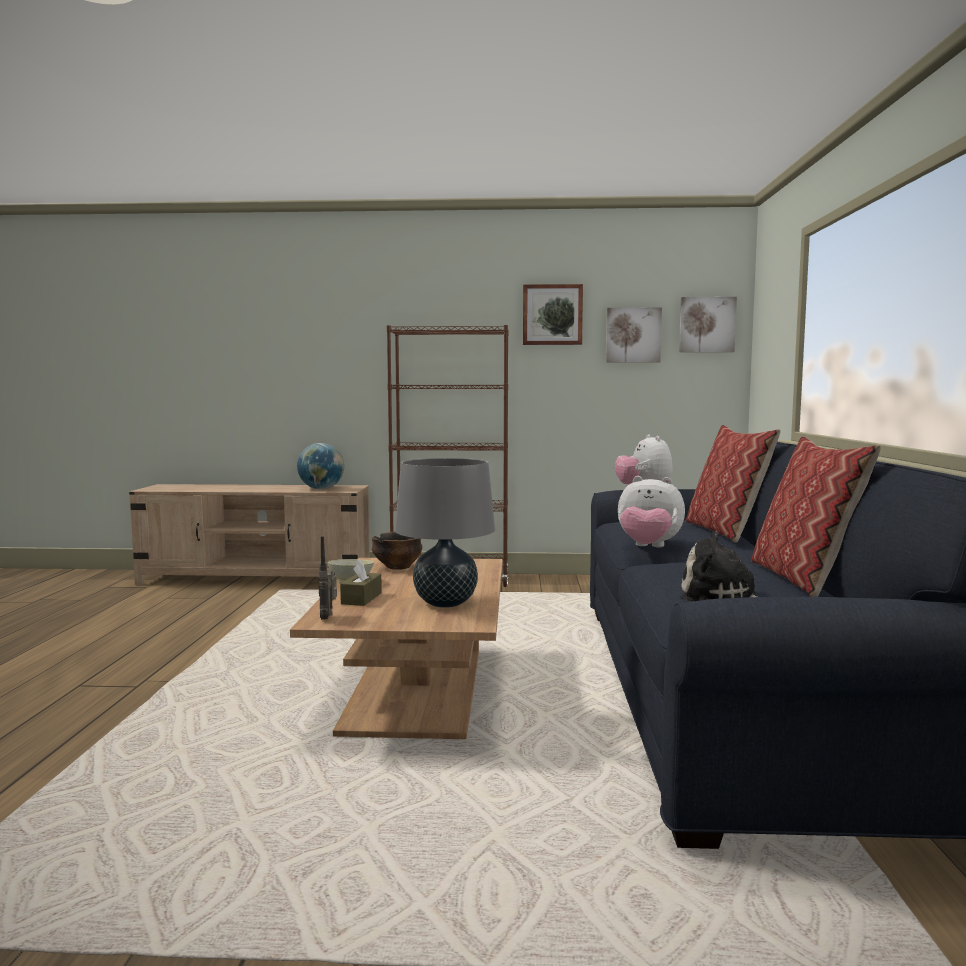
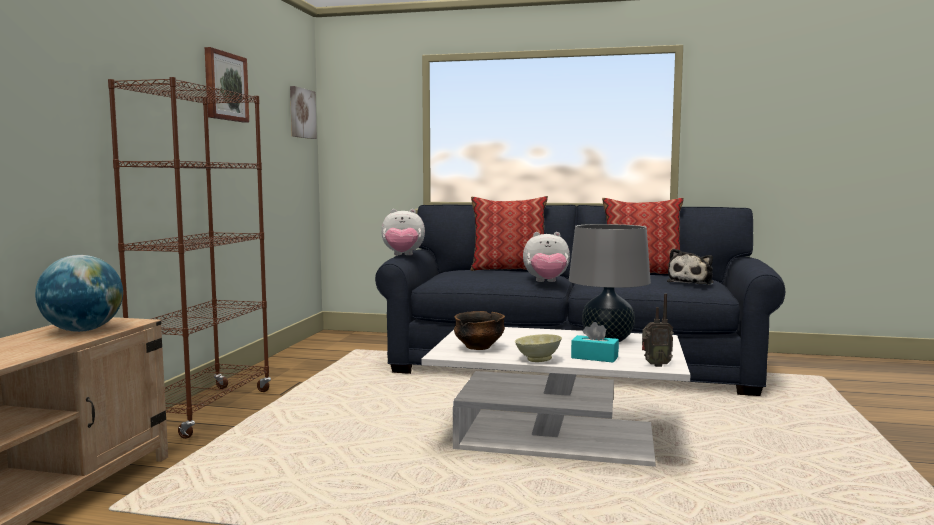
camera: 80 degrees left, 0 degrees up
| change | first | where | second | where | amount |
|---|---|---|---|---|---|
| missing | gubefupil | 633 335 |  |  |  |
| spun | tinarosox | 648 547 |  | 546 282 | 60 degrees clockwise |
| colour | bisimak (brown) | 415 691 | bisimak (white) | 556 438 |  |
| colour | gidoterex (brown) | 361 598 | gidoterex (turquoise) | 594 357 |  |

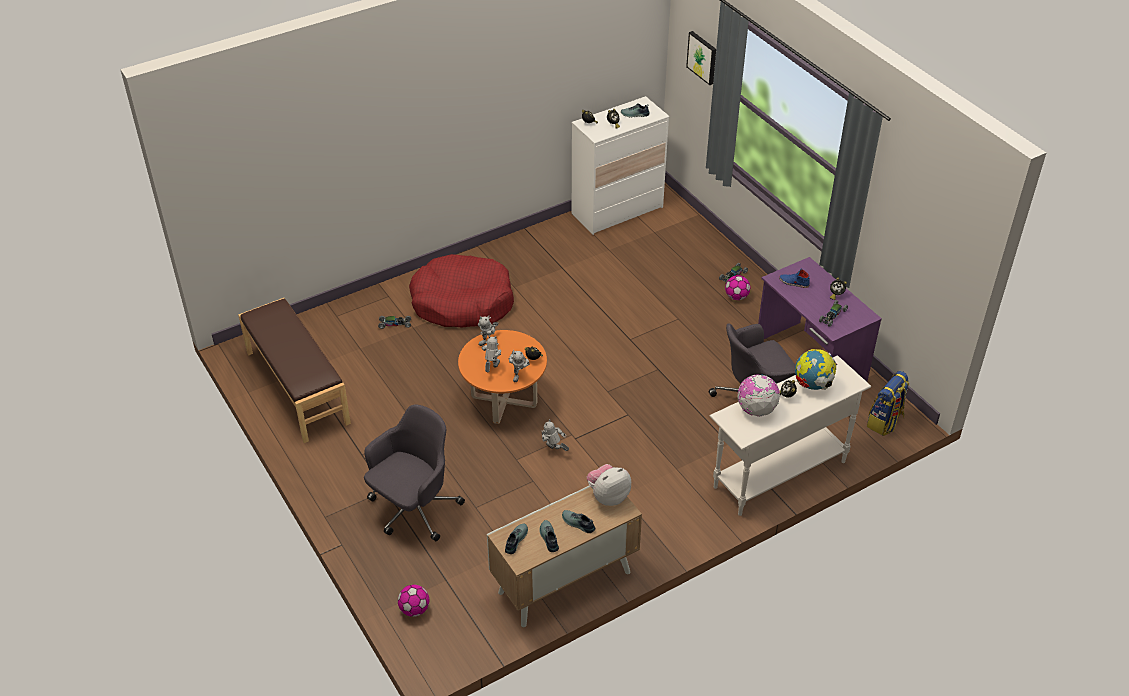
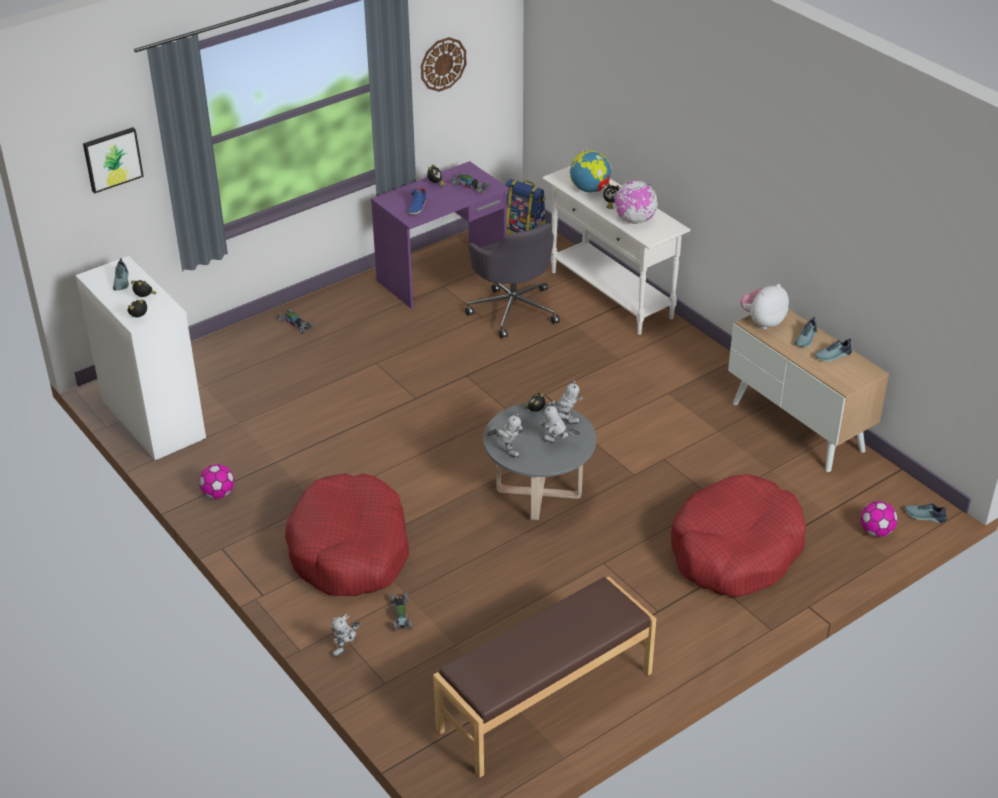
camera: 95 degrees left, 5 degrees down
| change | first | where | second | where | amount |
|---|---|---|---|---|---|
| relocated | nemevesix | 736 297 |  | 218 494 |  |
| colour | bisimak (orange) | 504 401 | bisimak (grey) | 539 493 |  |
| exchanged | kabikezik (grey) | 414 510 | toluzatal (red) | 735 551 |  |
| relocated | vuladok | 554 450 |  | 347 649 |  |
| spun | tinarosox | 608 496 |  | 762 322 | 90 degrees clockwise |
| relocated | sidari | 515 540 |  | 924 516 |  |
| appeared |  |  | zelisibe | 443 64 |  |

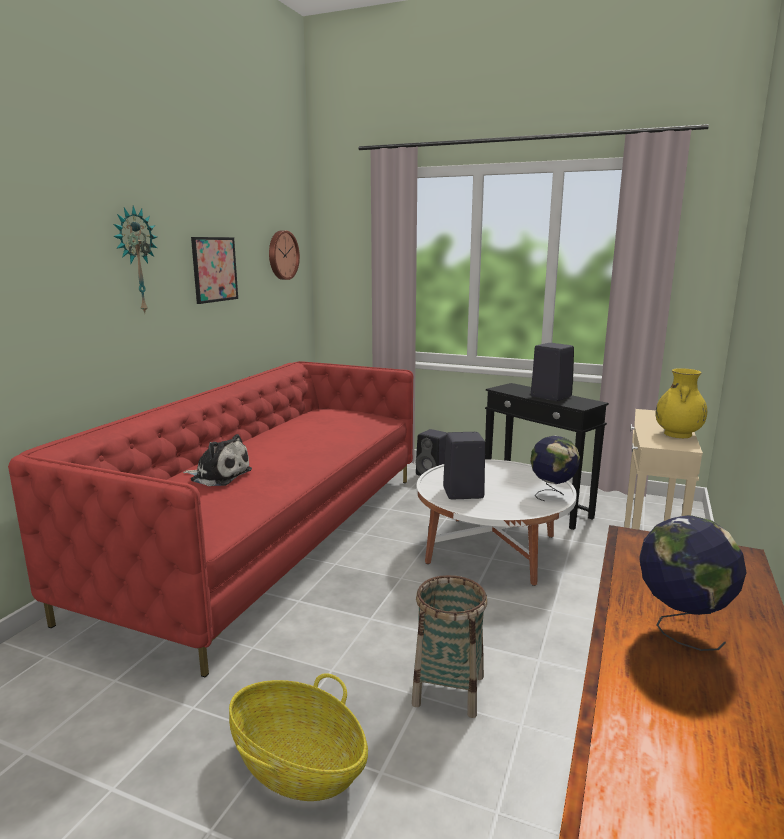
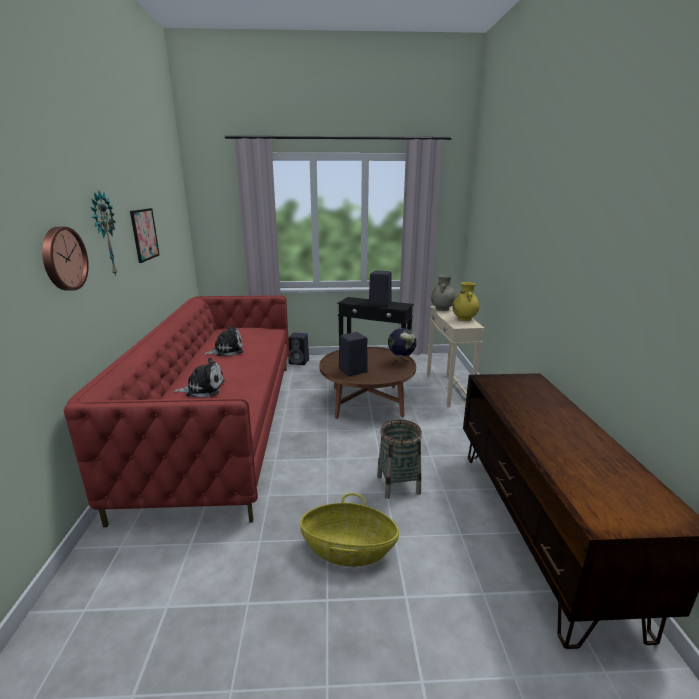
camera: 25 degrees left, 5 degrees up
| change | first | where | second | where | amount |
|---|---|---|---|---|---|
| relocated | zelisibe | 282 255 |  | 62 259 |  |
| colour | bisimak (white) | 491 549 | bisimak (brown) | 367 401 |  |
| missing | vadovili | 680 628 |  |  |  |
| appeared |  |  | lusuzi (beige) | 442 309 |  |
| appeared |  |  | tinarosox | 226 350 |  |

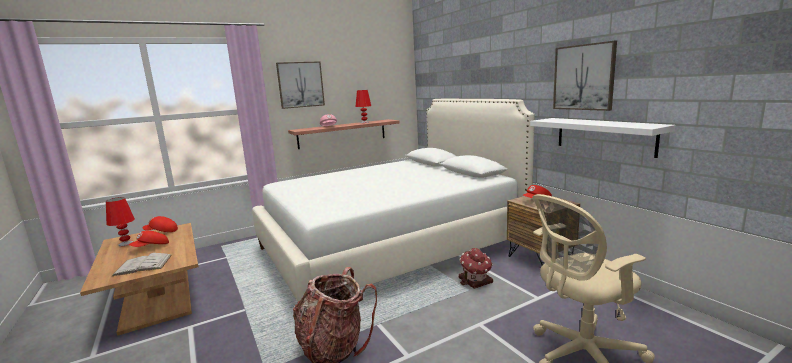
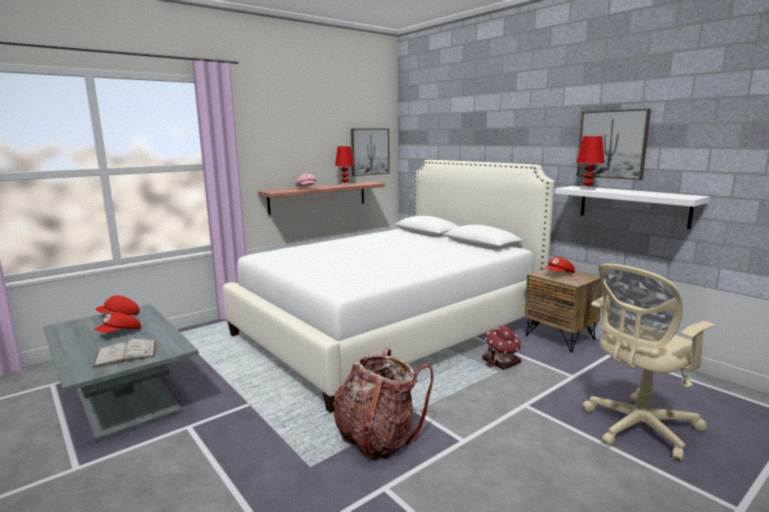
camera: 10 degrees left, 0 degrees up
| change | first | where | second | where | amount |
|---|---|---|---|---|---|
| relocated | gubefupil | 300 84 |  | 369 151 |  |
| relocated | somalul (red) | 126 243 |  | 587 189 |  |
| colour | bisimak (brown) | 157 298 | bisimak (grey) | 125 397 |  |

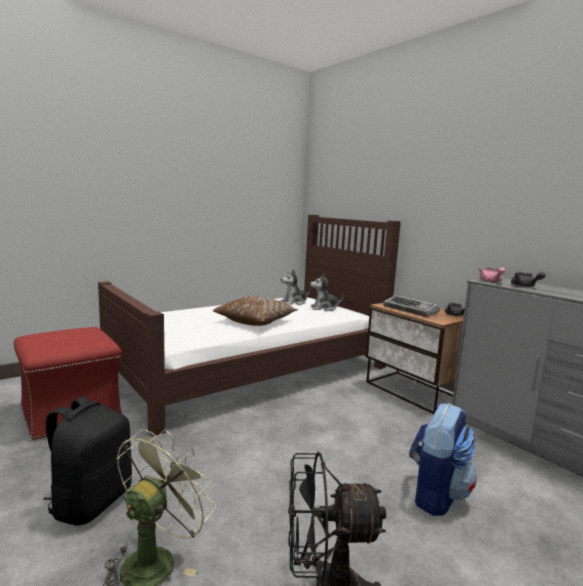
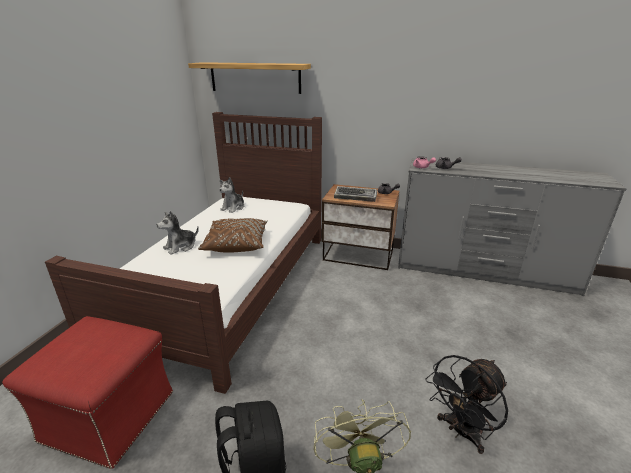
camera: 35 degrees left, 15 degrees up
| change | first | where | second | where | amount |
|---|---|---|---|---|---|
| relocated | tinarosox | 324 308 |  | 180 247 |  |
| missing | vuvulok | 436 494 |  |  |  |
| appeared |  |  | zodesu | 255 77 |  |

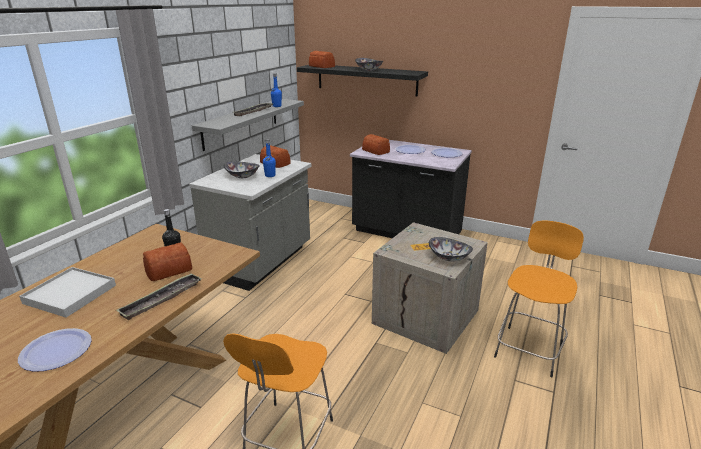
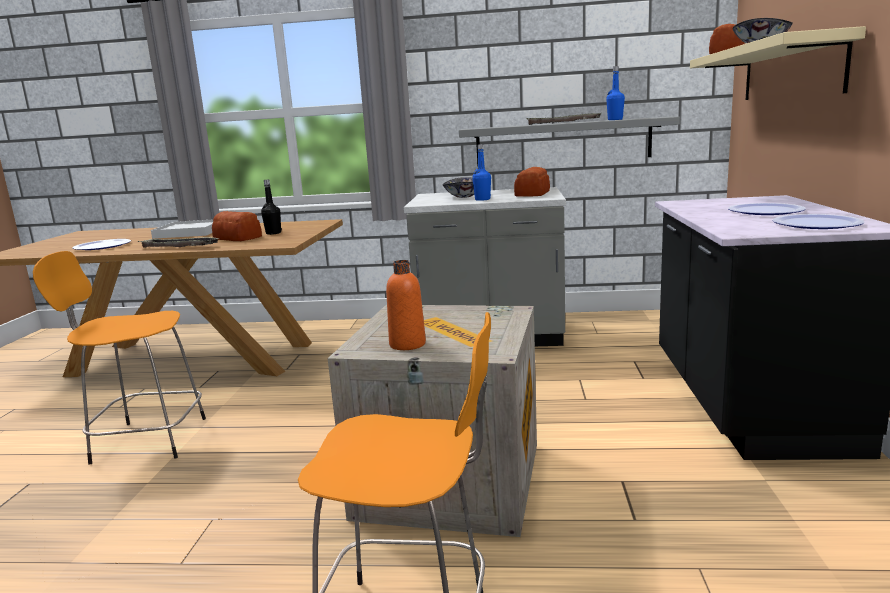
camera: 70 degrees right, 10 degrees down
| change | first | where | second | where | amount |
|---|---|---|---|---|---|
| colour | zodesu (black) | 366 79 | zodesu (beige) | 790 71 |  |
| missing | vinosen | 375 151 |  |  |  |
| exchanged | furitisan | 449 257 | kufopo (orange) | 407 344 |  |

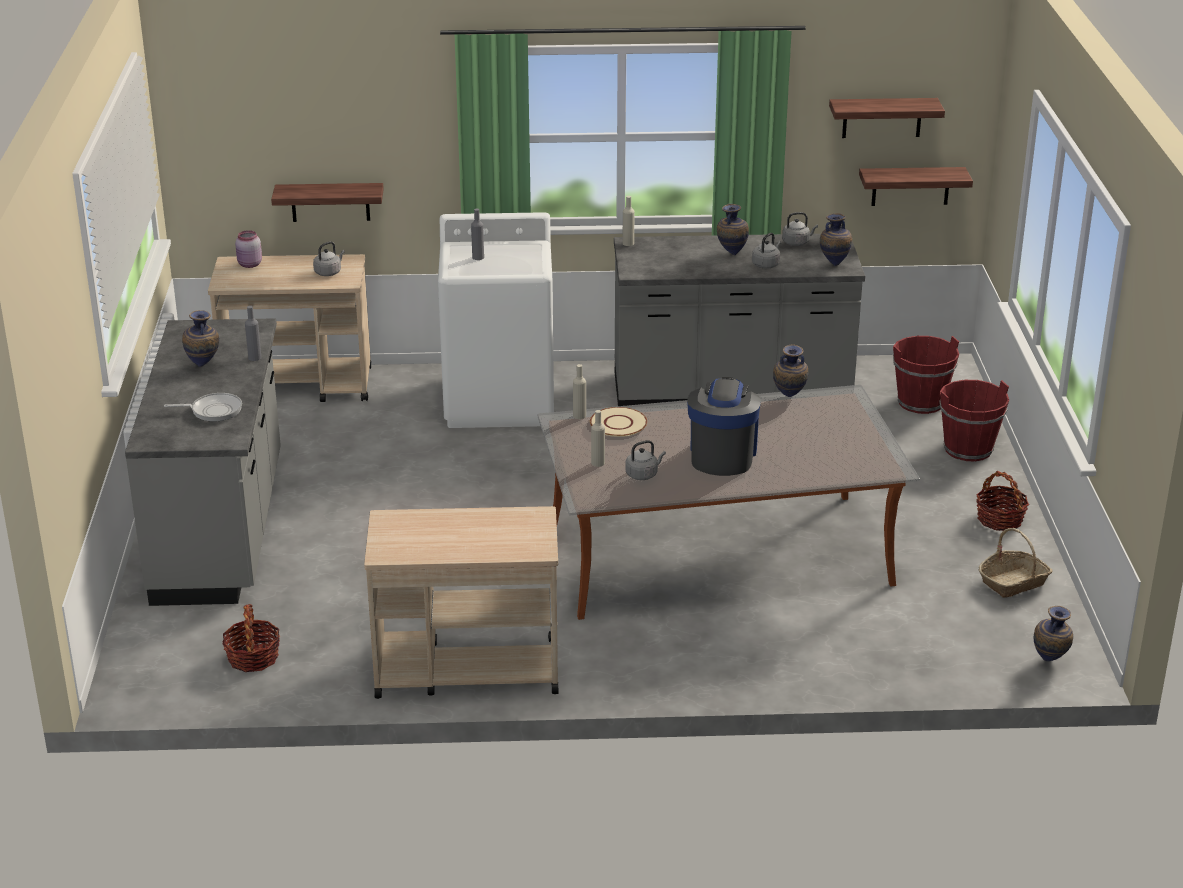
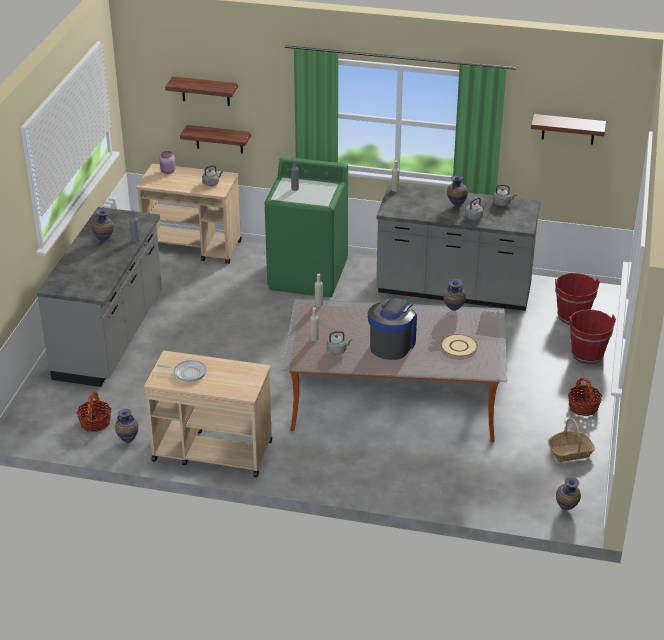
camera: 15 degrees right, 5 degrees up
| change | first | where | second | where | amount |
|---|---|---|---|---|---|
| relocated | zodesu | 910 186 |  | 205 91 |  |
| colour | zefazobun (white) | 500 401 | zefazobun (green) | 308 276 |  |
| relocated | lusuzi | 834 263 |  | 128 441 |  |
| relocated | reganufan | 213 410 |  | 188 373 |  |
| relocated | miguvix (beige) | 618 423 |  | 459 346 |  |

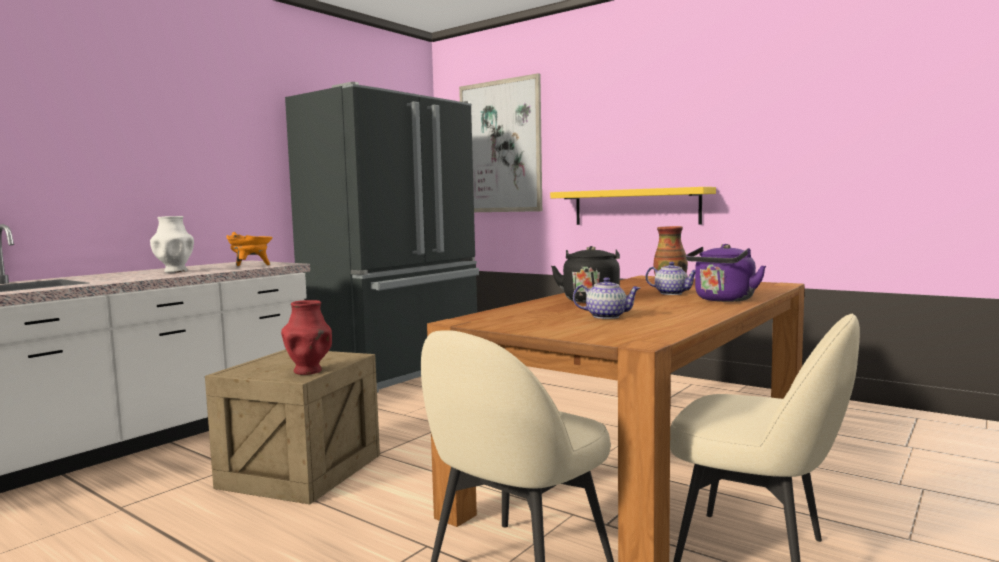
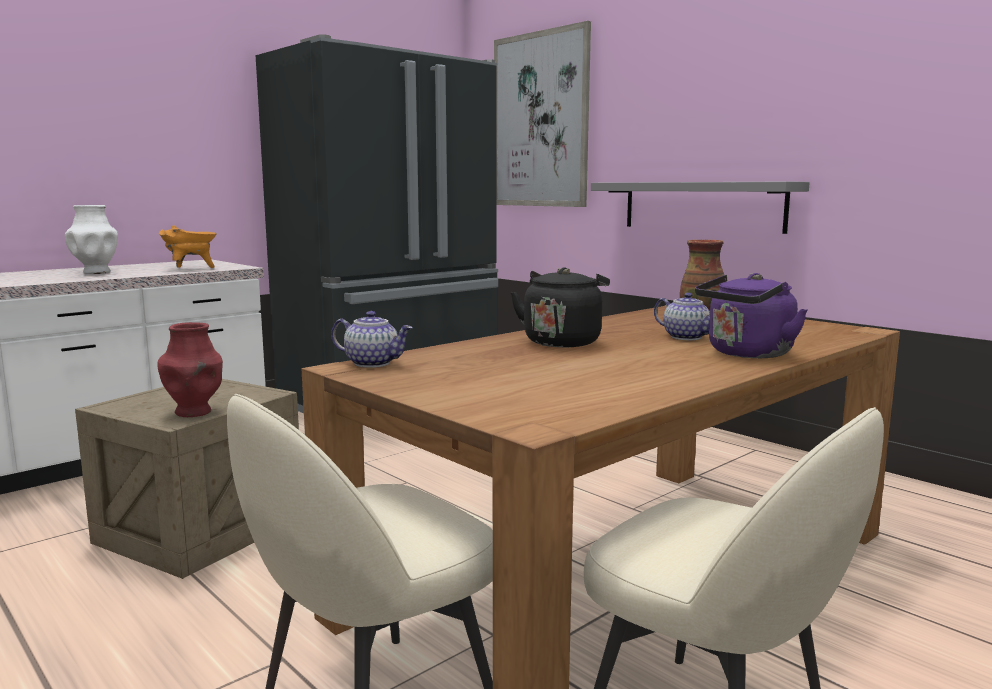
camera: 10 degrees right, 5 degrees up
| change | first | where | second | where | amount |
|---|---|---|---|---|---|
| colour | zodesu (yellow) | 635 207 | zodesu (grey) | 702 206 |  |
| relocated | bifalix | 607 316 |  | 373 363 |  |

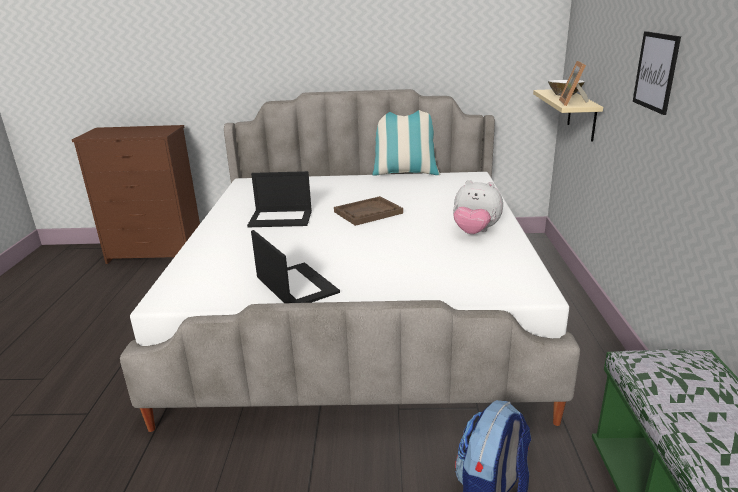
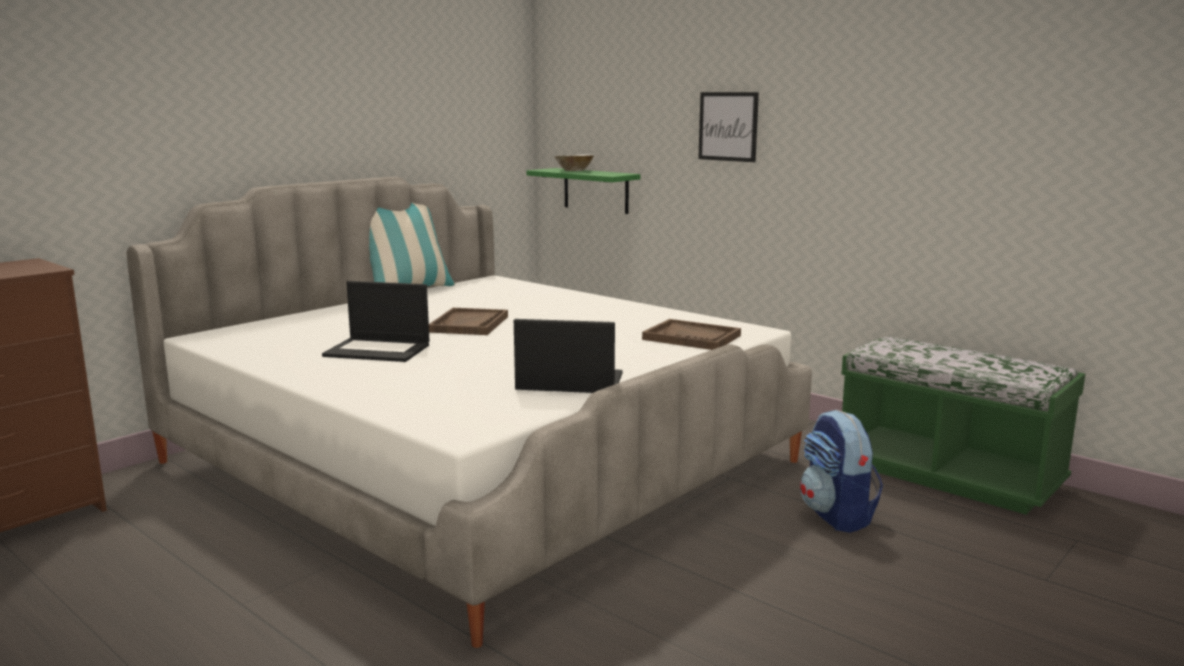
camera: 50 degrees left, 10 degrees down
| change | first | where | second | where | amount |
|---|---|---|---|---|---|
| missing | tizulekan | 573 103 |  |  |  |
| colour | zodesu (beige) | 582 114 | zodesu (green) | 596 190 |  |
| spun | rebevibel | 281 218 |  | 379 350 | 60 degrees clockwise |
| missing | tinarosox | 475 232 |  |  |  |
| appeared |  |  | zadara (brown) | 692 337 |  |

